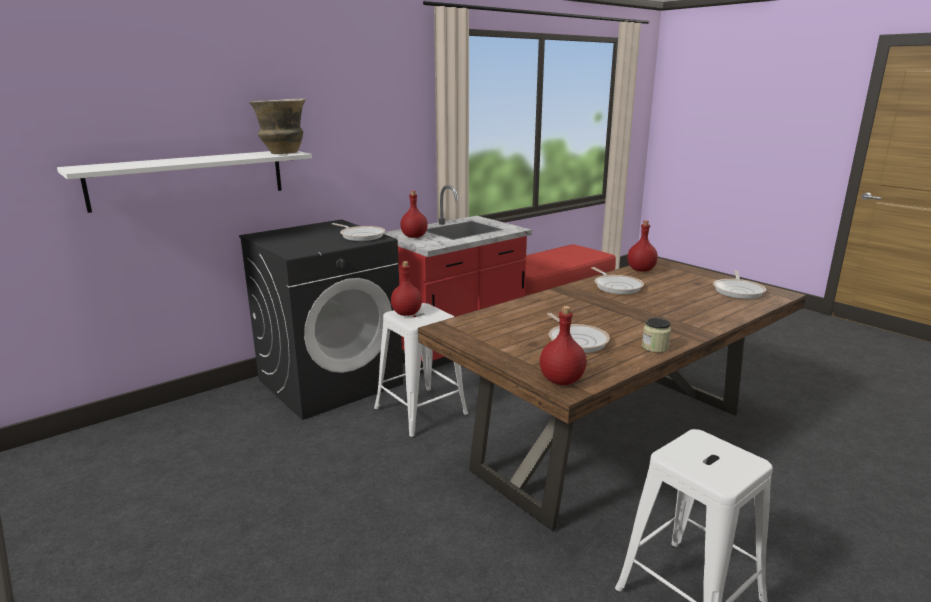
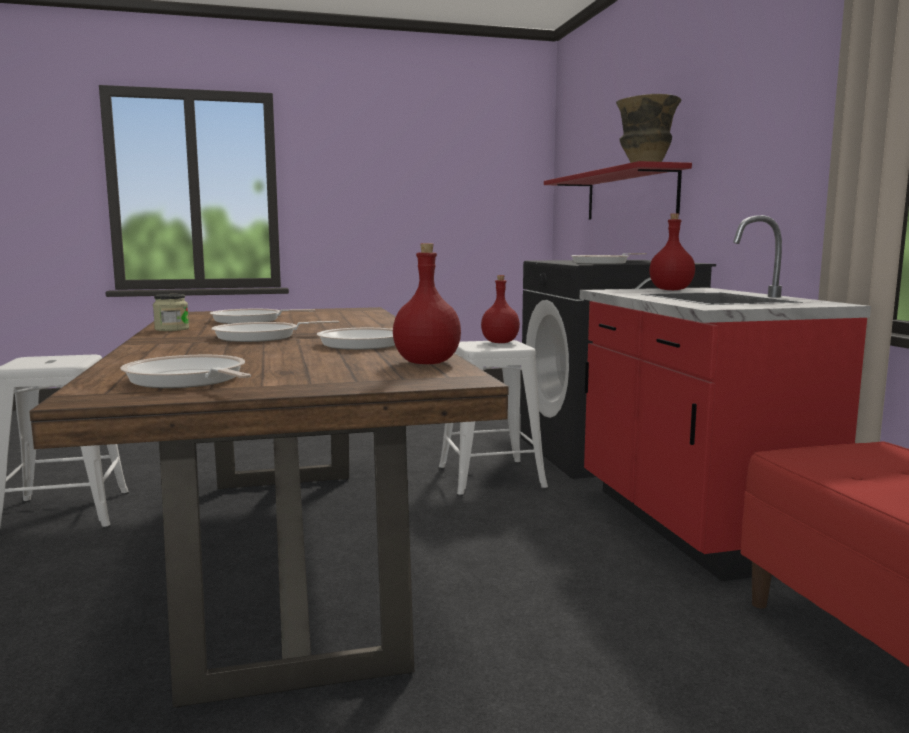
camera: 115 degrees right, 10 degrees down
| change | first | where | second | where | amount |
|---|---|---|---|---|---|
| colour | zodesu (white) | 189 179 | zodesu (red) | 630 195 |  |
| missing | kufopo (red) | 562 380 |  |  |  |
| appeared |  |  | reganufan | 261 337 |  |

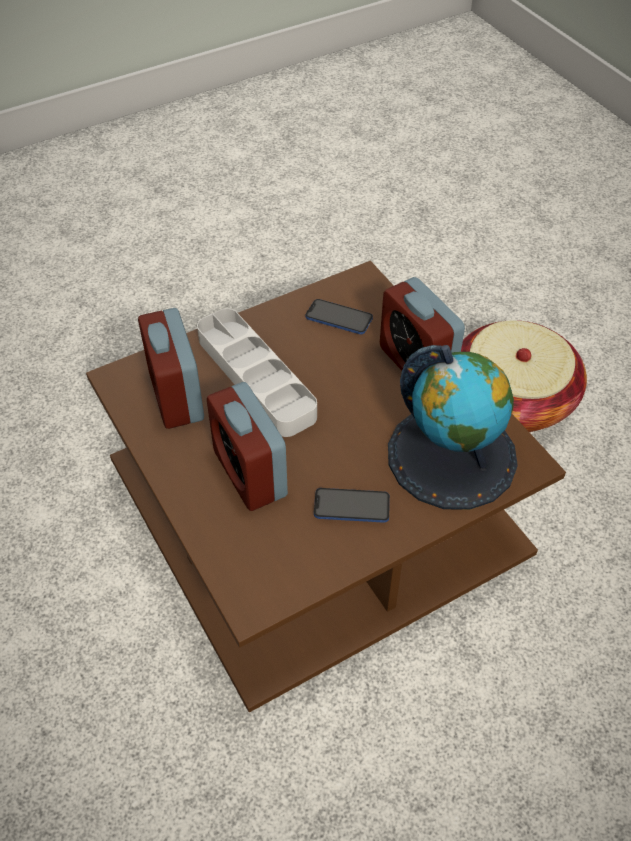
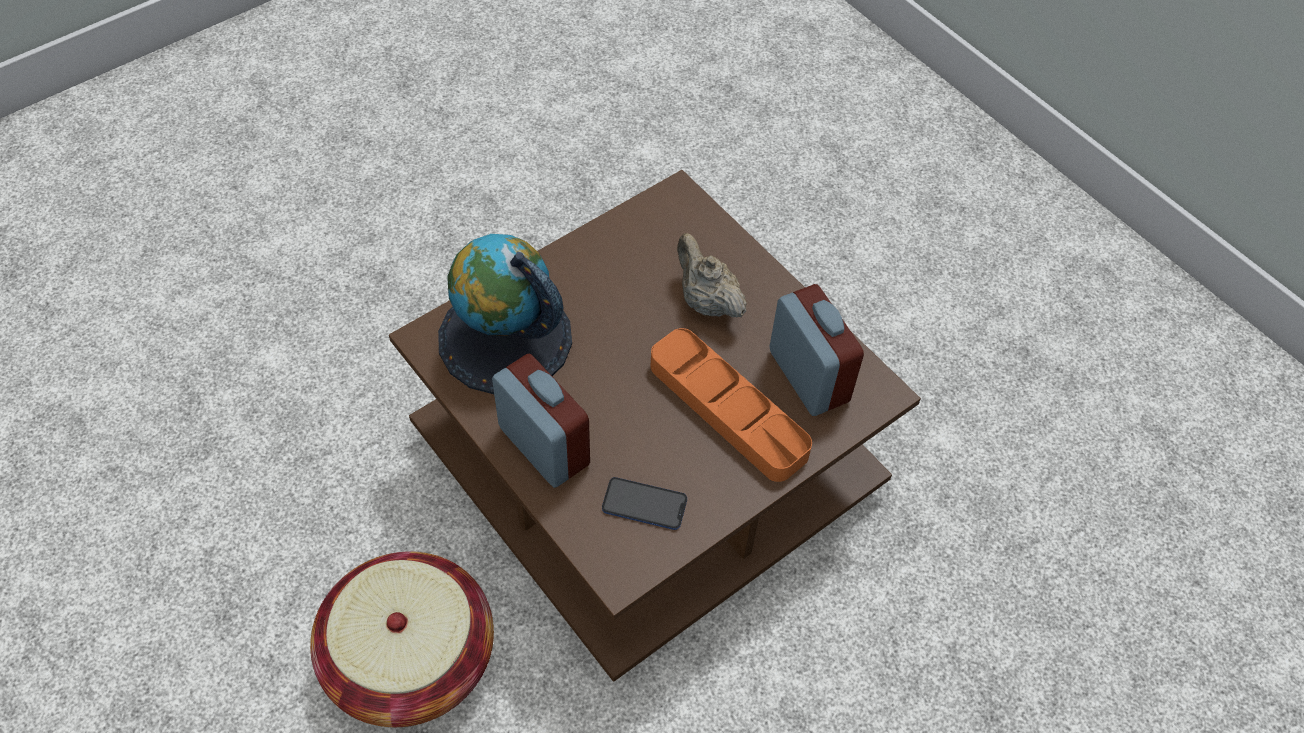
camera: 170 degrees right, 5 degrees up
| change | first | where | second | where | amount |
|---|---|---|---|---|---|
| colour | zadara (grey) | 256 377 | zadara (orange) | 727 409 |  |
| exchanged | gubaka | 250 473 | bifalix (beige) | 706 301 |  |
| missing | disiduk | 351 506 |  |  |  |

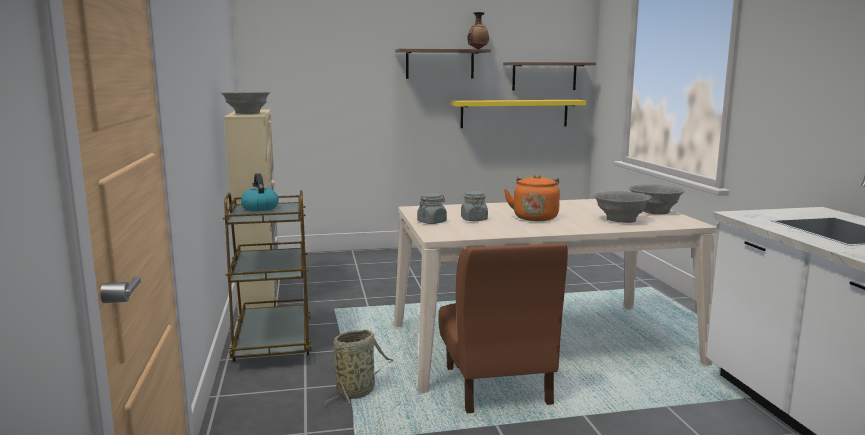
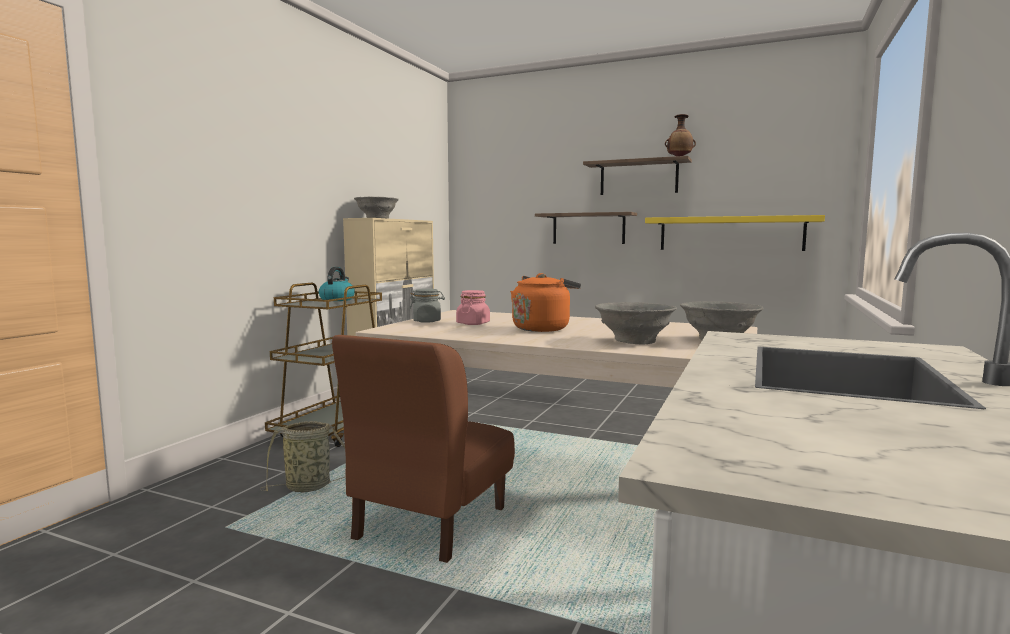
camera: 35 degrees right, 5 degrees down
| change | first | where | second | where | amount |
|---|---|---|---|---|---|
| relocated | zodesu | 544 76 |  | 588 228 |  |
| colour | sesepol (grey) | 474 219 | sesepol (pink) | 473 323 |  |

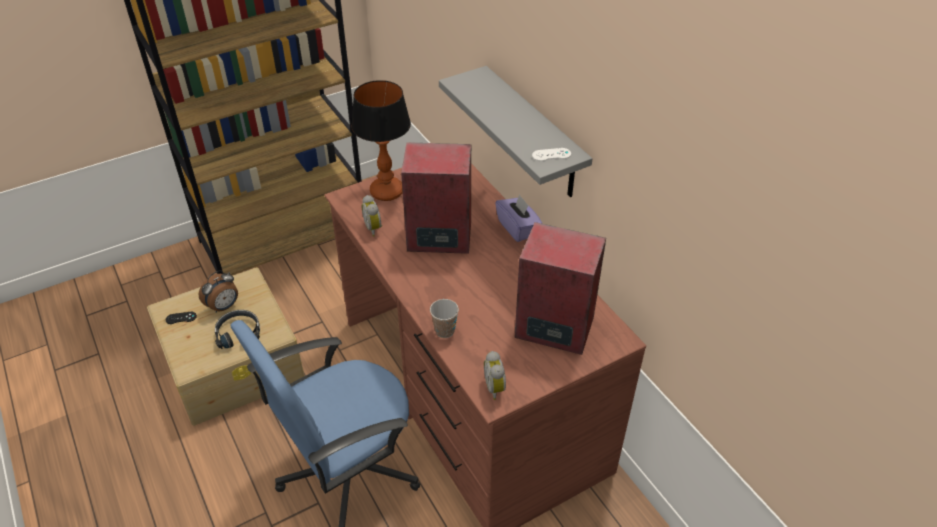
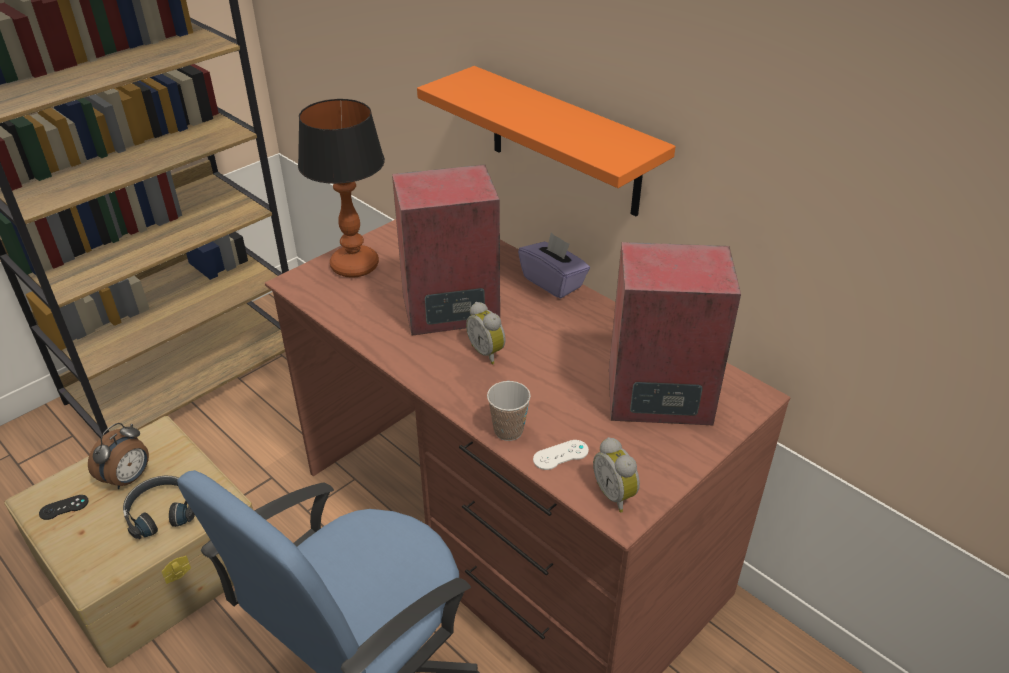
camera: 15 degrees left, 5 degrees down
| change | first | where | second | where | amount |
|---|---|---|---|---|---|
| colour | zodesu (grey) | 534 134 | zodesu (orange) | 564 142 |  |
| relocated | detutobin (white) | 551 155 |  | 560 455 |  |
| relocated | gubaka | 374 228 |  | 488 352 |  |

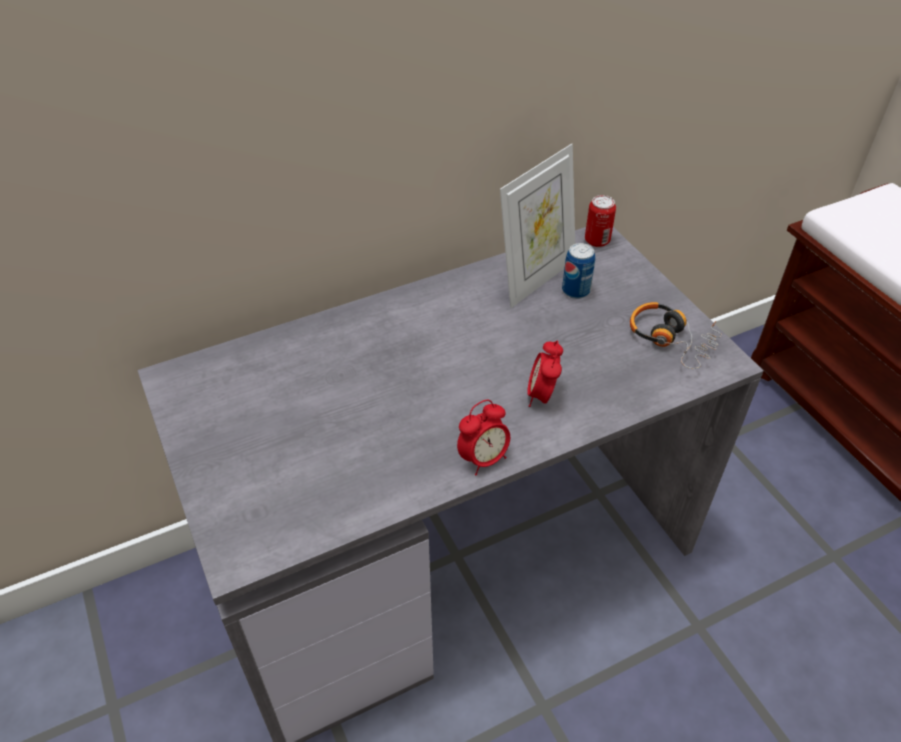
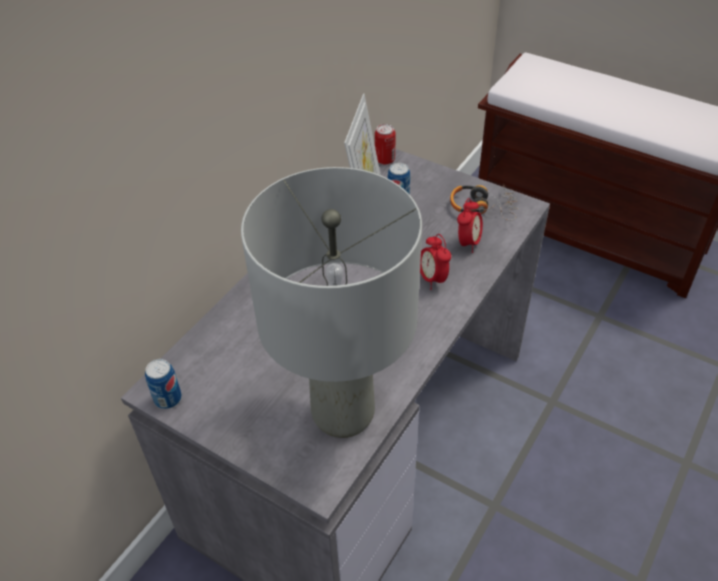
camera: 30 degrees left, 0 degrees up
| change | first | where | second | where | amount |
|---|---|---|---|---|---|
| relocated | gubaka | 483 459 |  | 468 243 |  |
| appeared |  |  | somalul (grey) | 341 414 |  |
| appeared |  |  | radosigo | 168 399 |  |

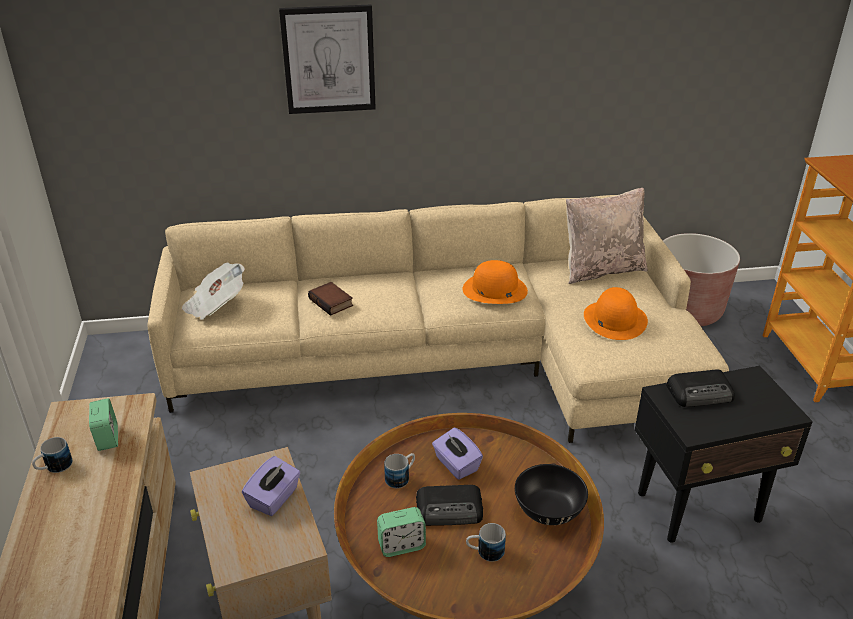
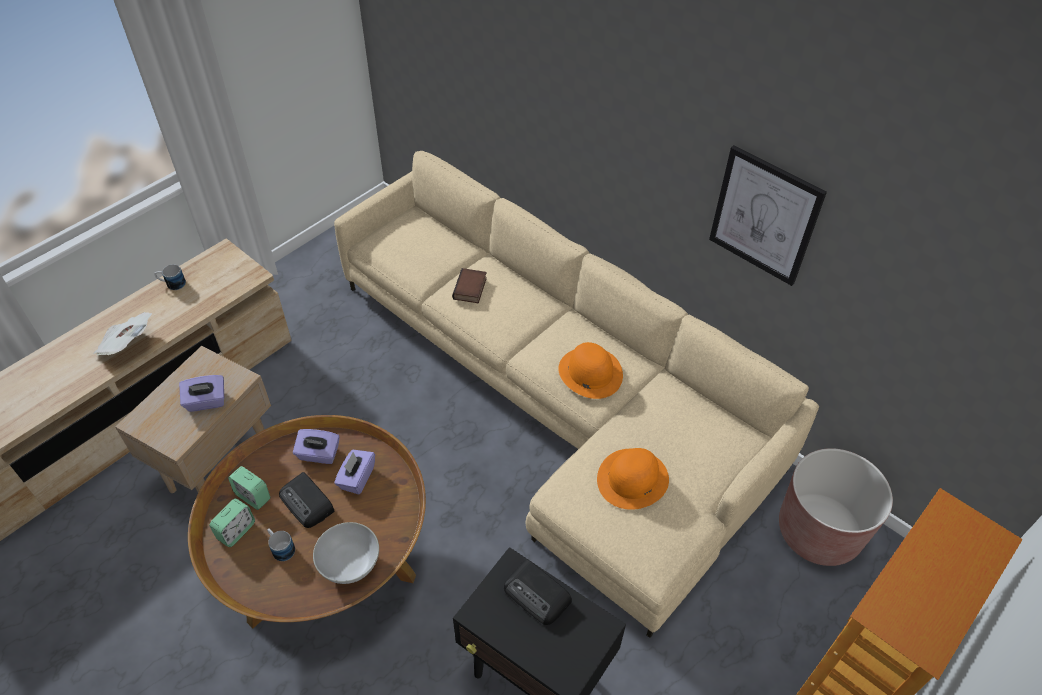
camera: 50 degrees right, 15 degrees up
| change | first | where | second | where | amount |
|---|---|---|---|---|---|
| relocated | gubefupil | 329 60 |  | 764 216 |  |
| missing | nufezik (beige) | 601 270 |  |  |  |
| relocated | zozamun | 215 305 |  | 128 344 |  |
| relocated | gubaka | 107 438 |  | 236 531 |  |
| exchanged | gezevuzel | 401 477 | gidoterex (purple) | 318 454 |  |
| colour | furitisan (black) | 548 511 | furitisan (white) | 350 564 |  |

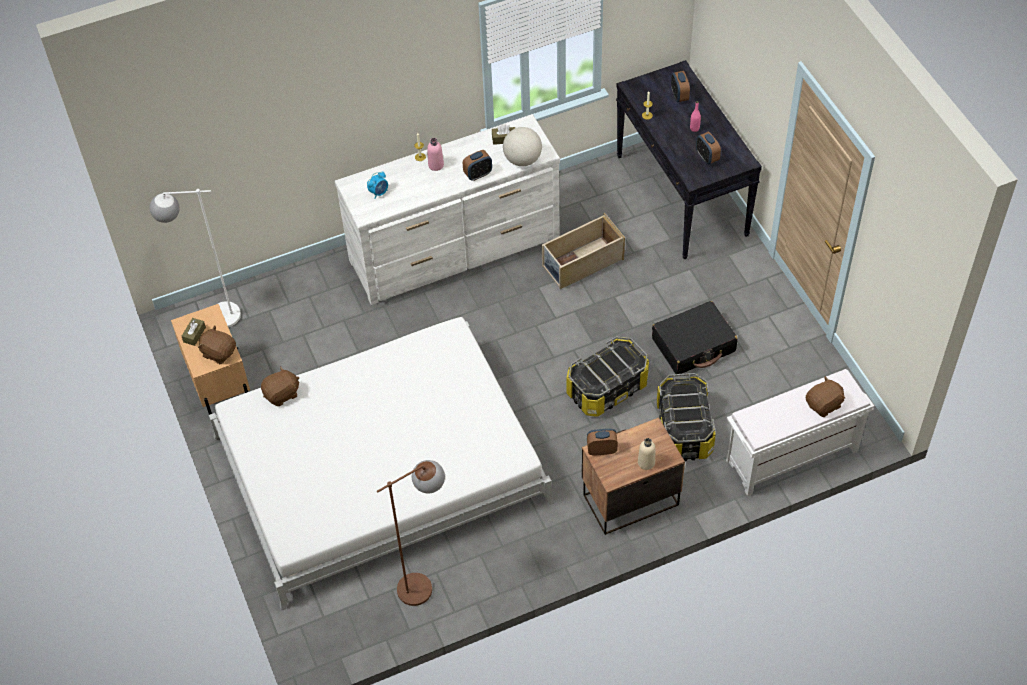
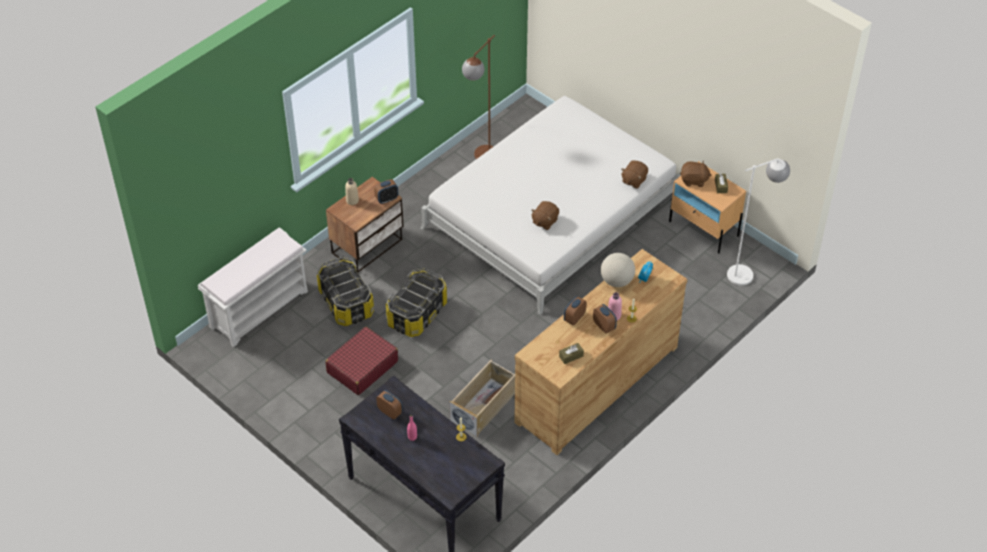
camera: 155 degrees right, 5 degrees down
| change | first | where | second | where | amount |
|---|---|---|---|---|---|
| relocated | gubaka | 679 96 |  | 604 326 |  |
| colour | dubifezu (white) | 455 249 | dubifezu (brown) | 595 384 |  |
| relocated | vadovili | 522 160 |  | 616 281 |  |
| colour | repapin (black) | 694 345 | repapin (red) | 362 367 |  |
| relocated | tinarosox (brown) | 824 405 |  | 544 221 |  |

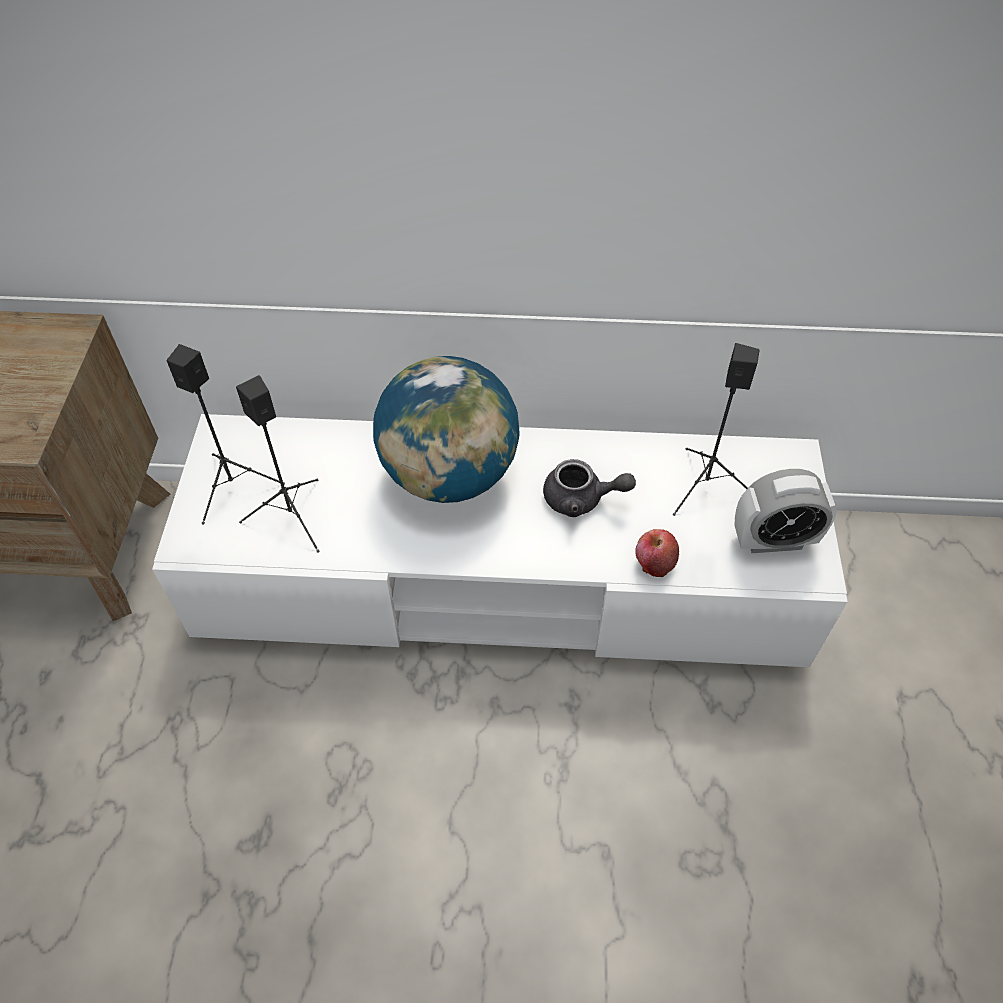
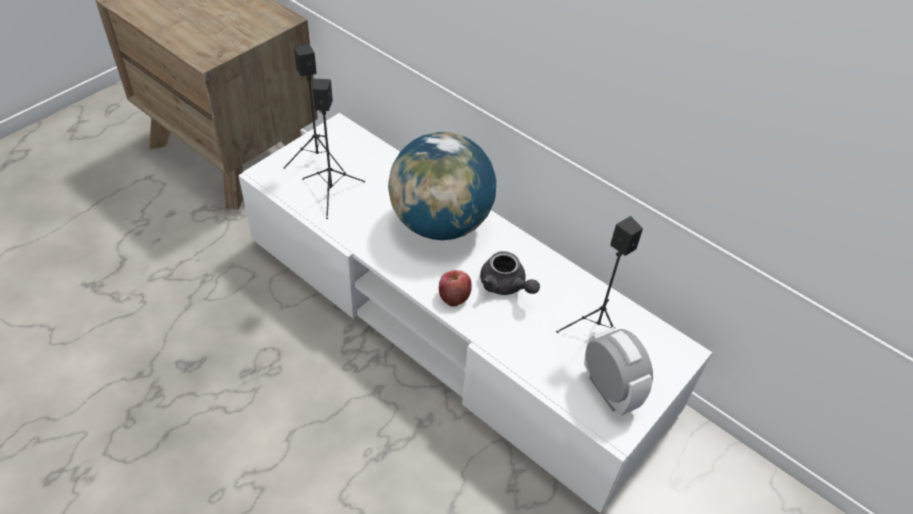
camera: 35 degrees right, 5 degrees down
| change | first | where | second | where | amount |
|---|---|---|---|---|---|
| spun | gubaka | 773 540 |  | 609 390 | 150 degrees counterclockwise |
| relocated | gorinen | 654 563 |  | 454 296 |  |

